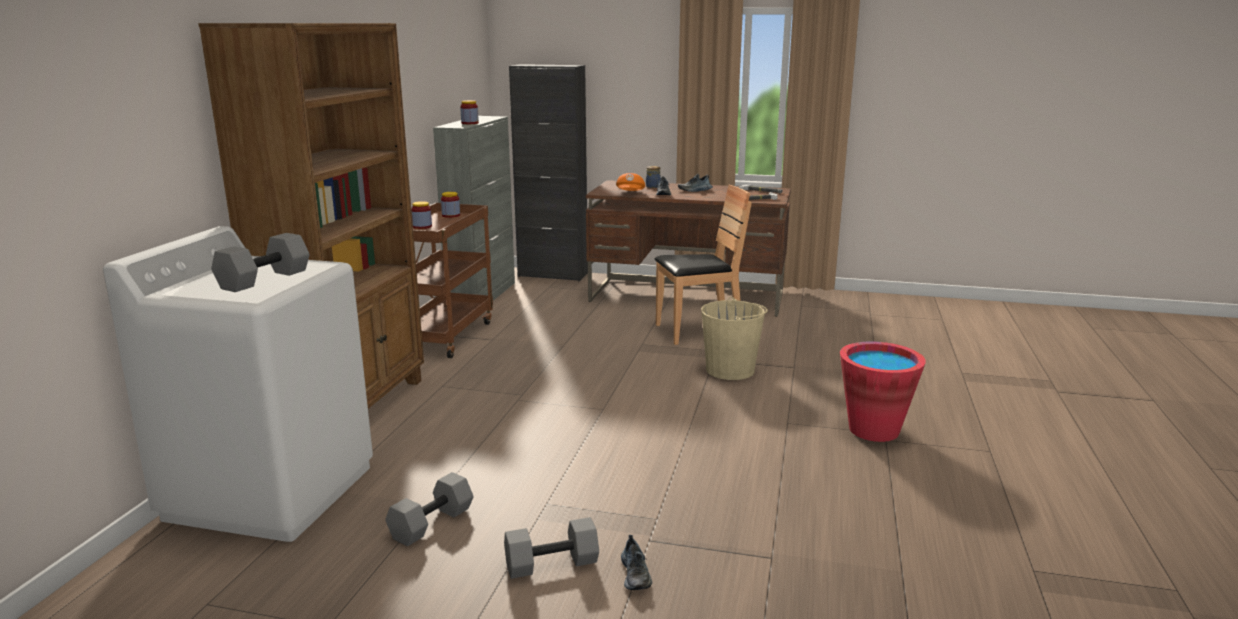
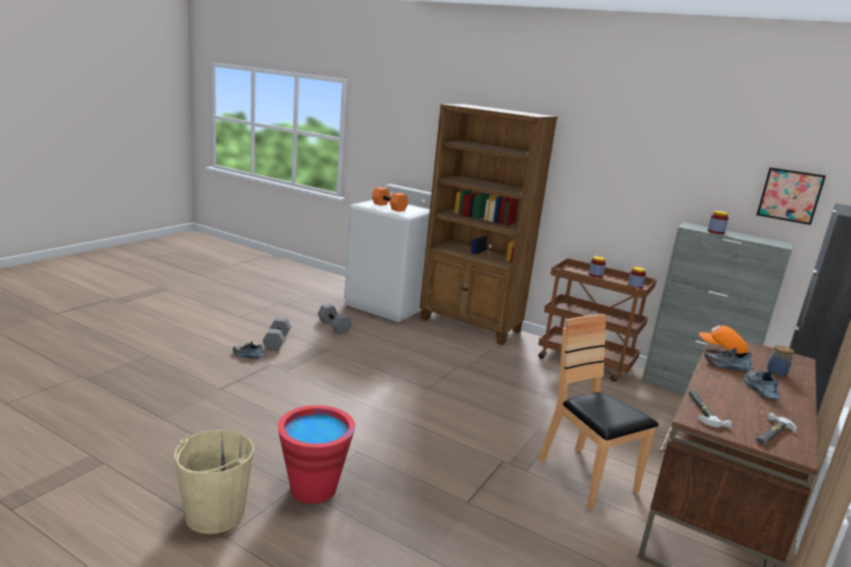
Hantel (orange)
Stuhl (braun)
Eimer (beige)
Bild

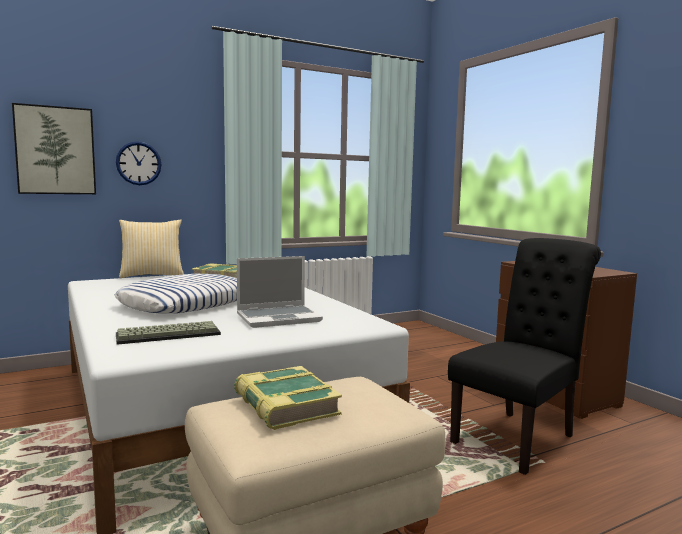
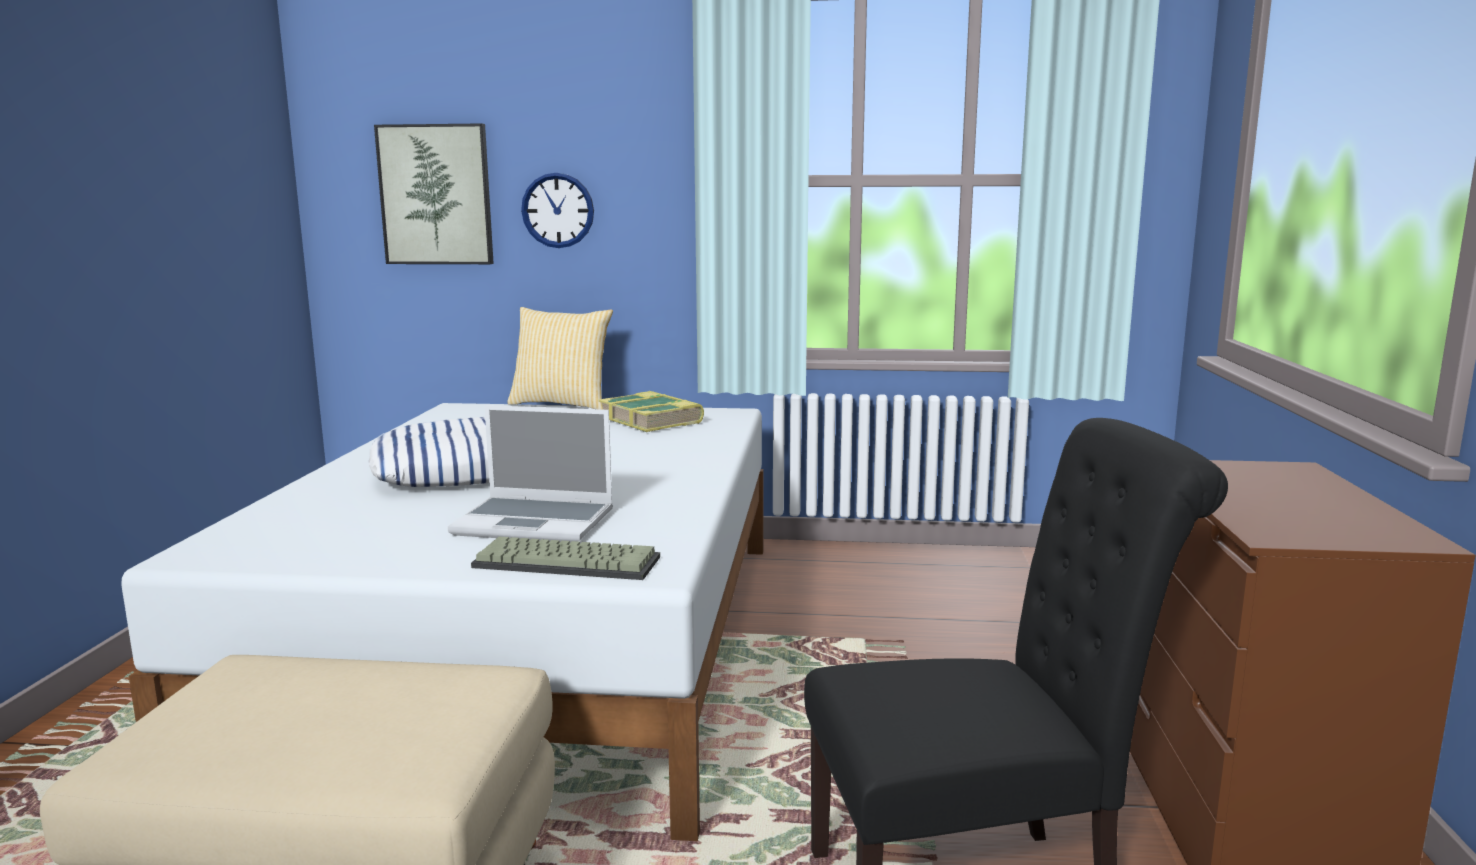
Tastatur
Buch (2nd from left in the first image)

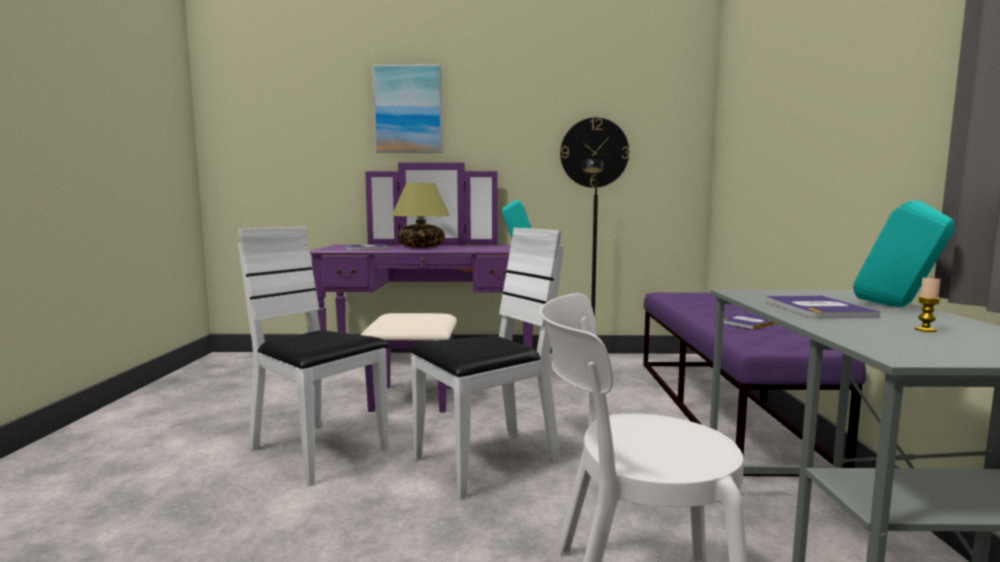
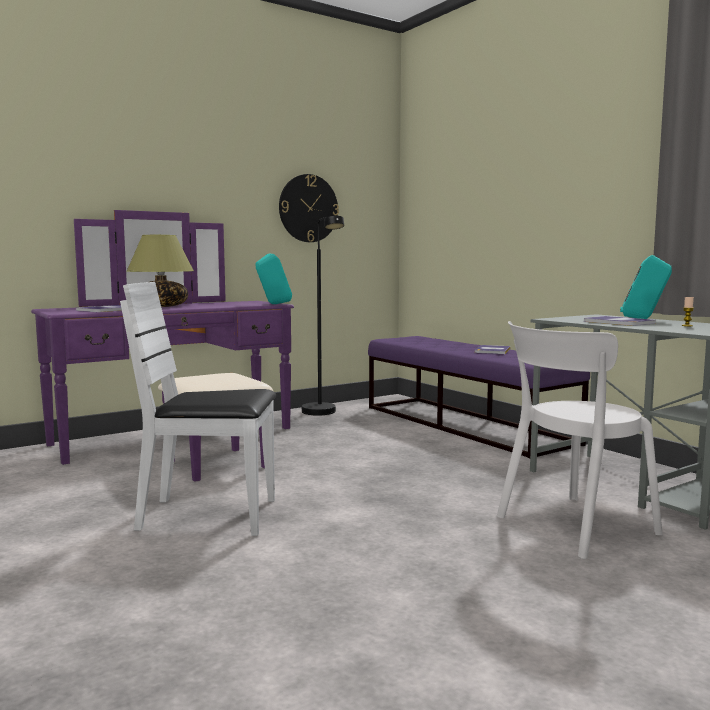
Bild
Stuhl (weiß) (2nd from left in the first image)

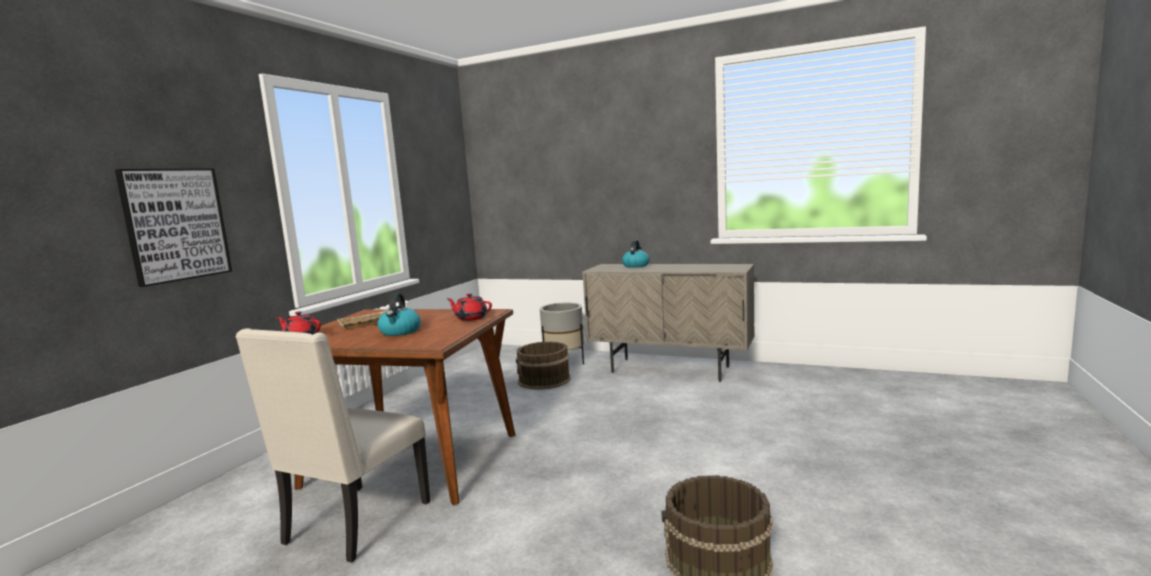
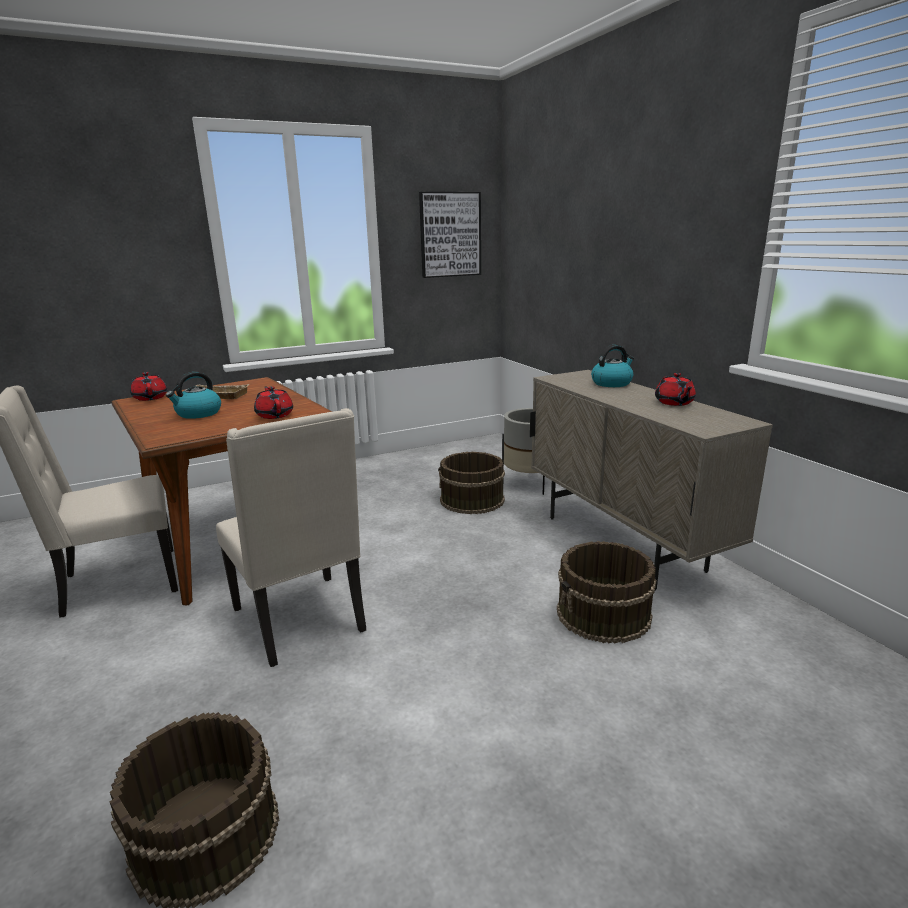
Bild
Stuhl (beige) (2nd from left)
Eimer (braun) (3rd from left)
Teekanne (rot) (3rd from left)

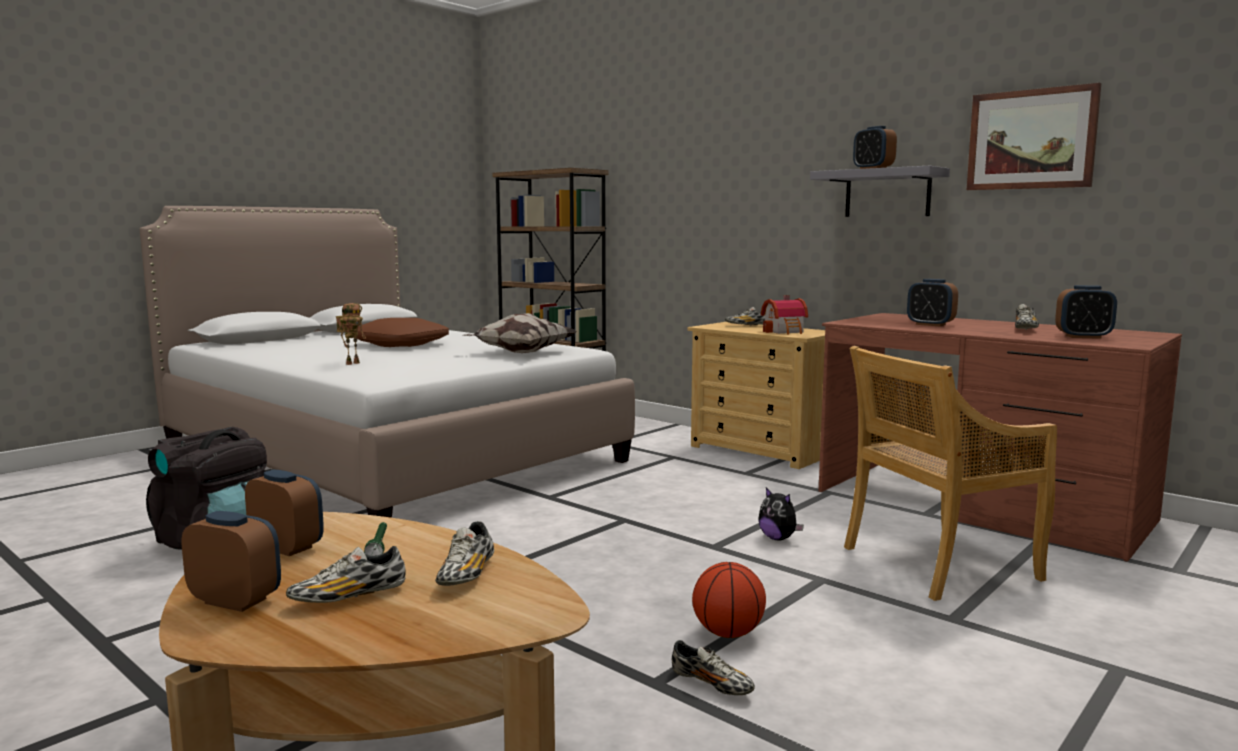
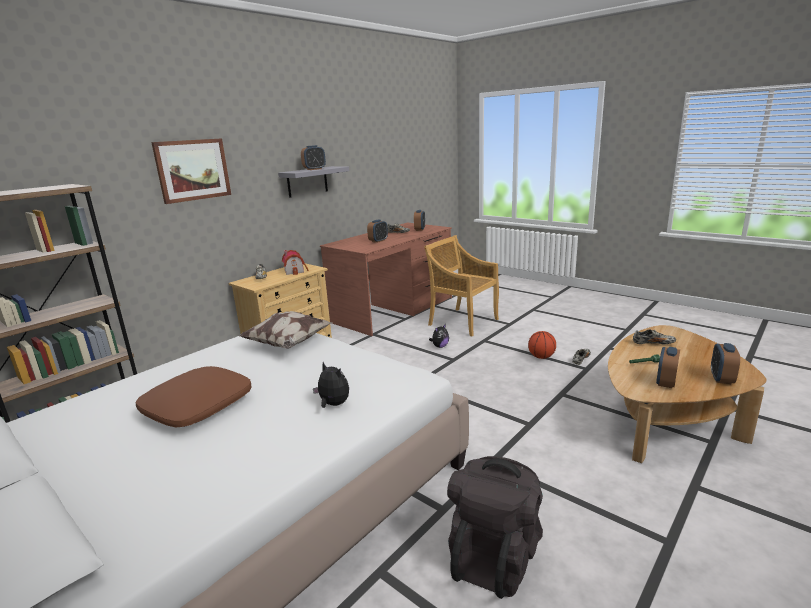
Schuh (1st from left in the first image)
Plüschtier (1st from left)
Stuhl (beige)
Bild

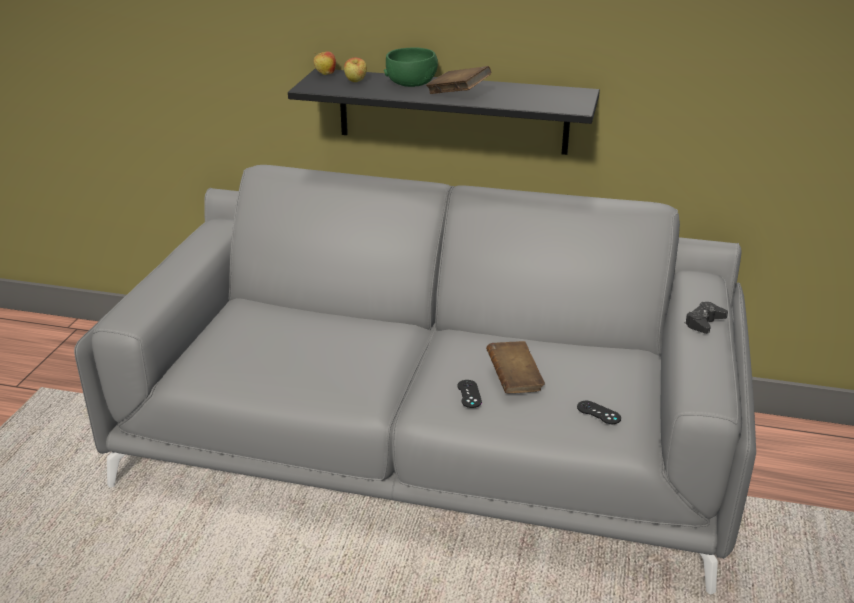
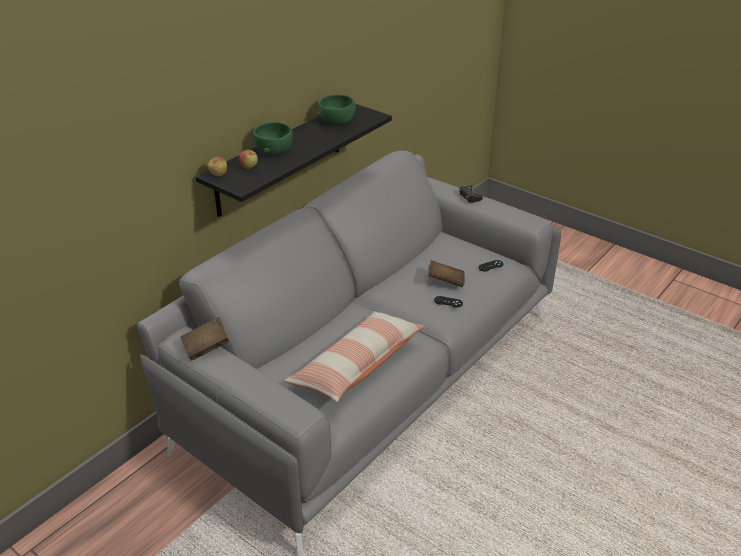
Buch (braun) (1st from left)
Kissen
Schüssel (grün) (2nd from left)

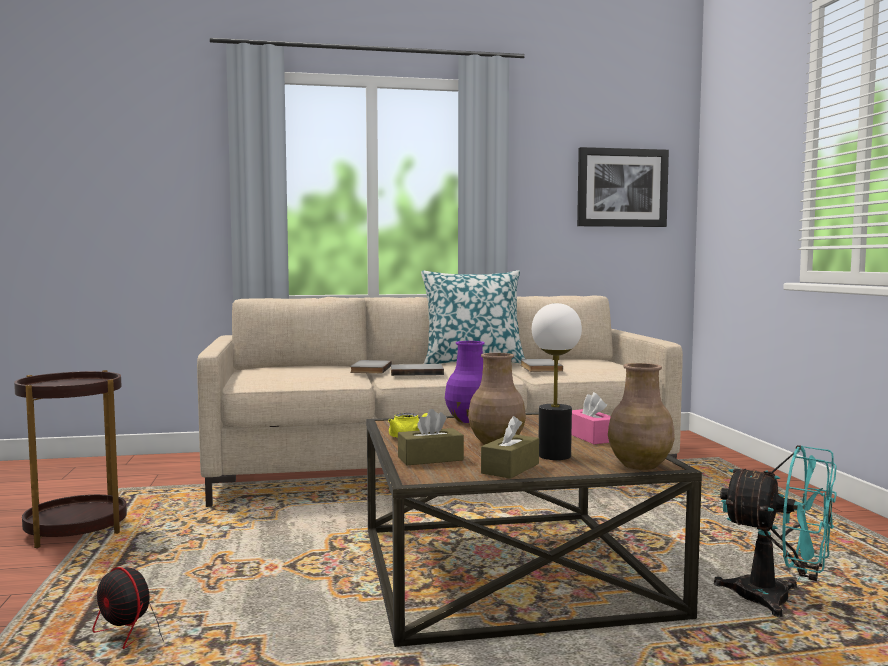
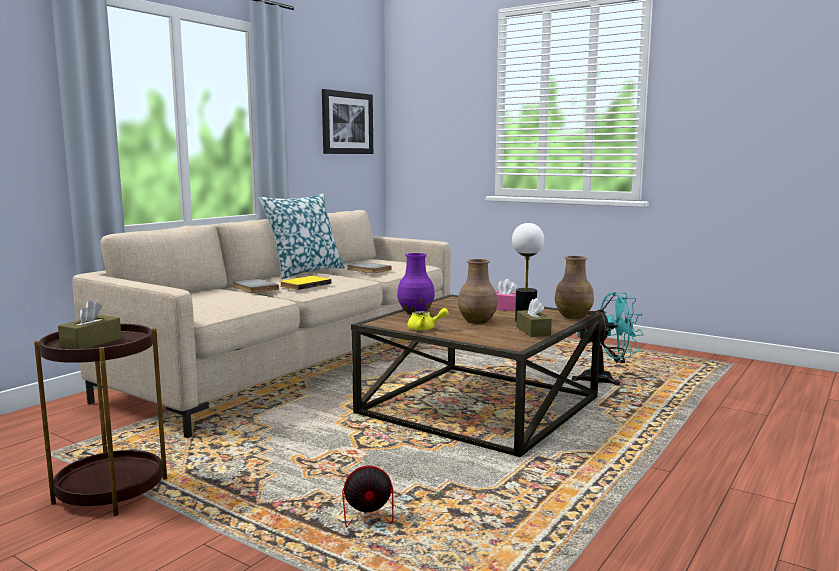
Buch (gelb)
Taschentuchbox (braun) (1st from left)

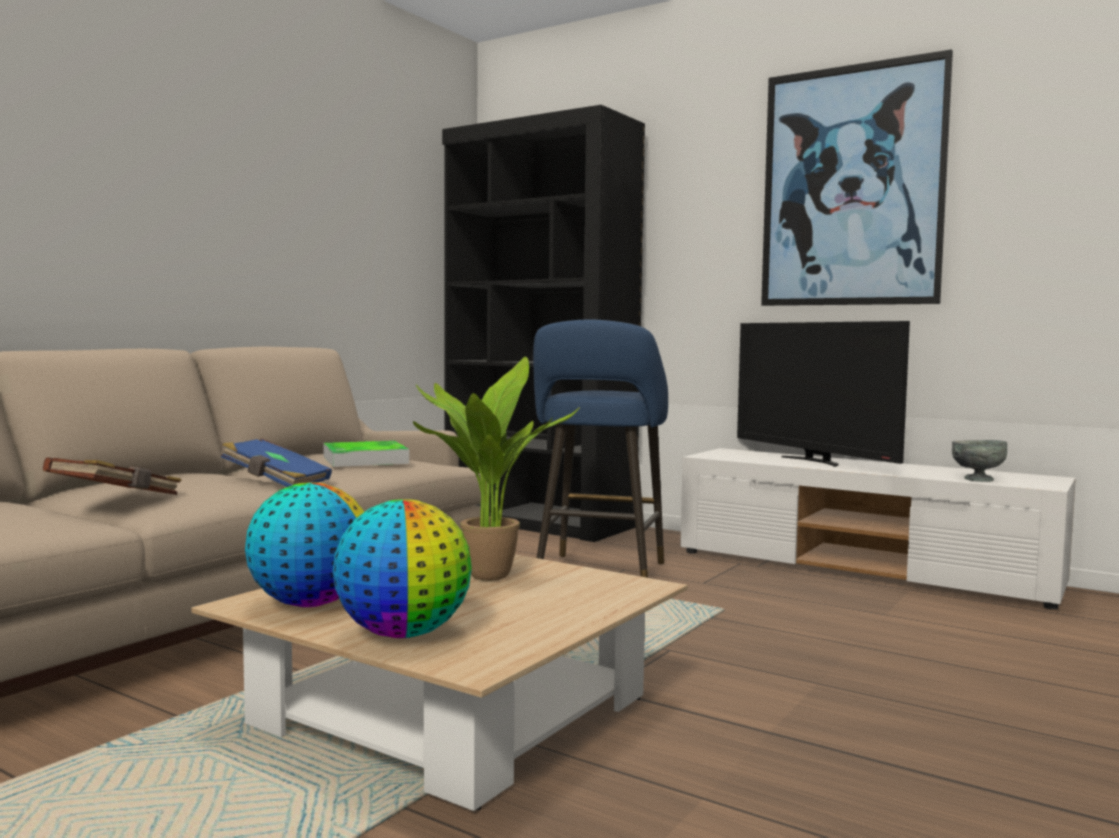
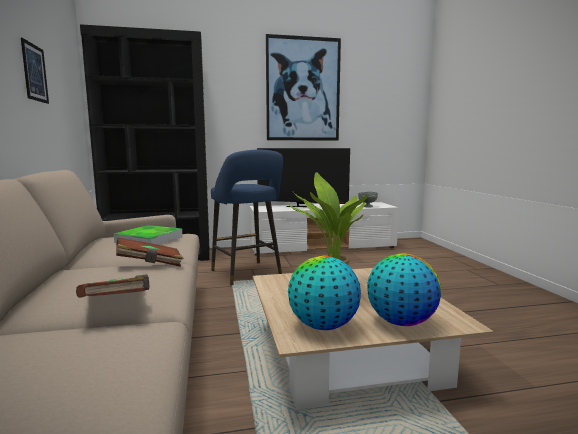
Buch (braun) (2nd from left)
Bild (1st from left)

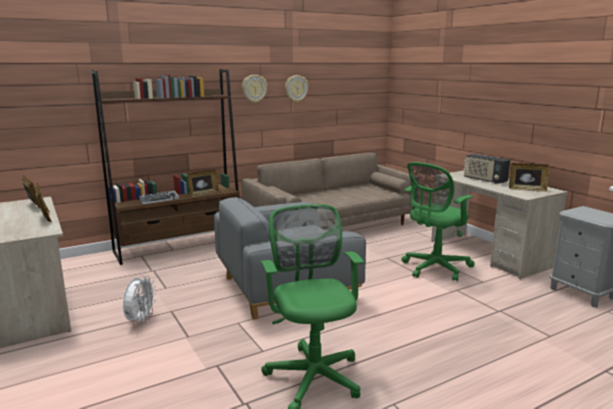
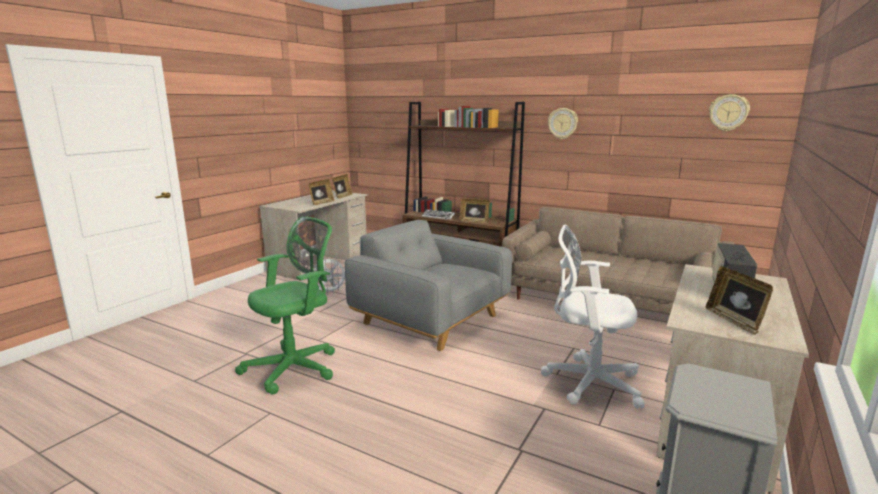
Wanduhr (2nd from left)
Bürostuhl (weiß)

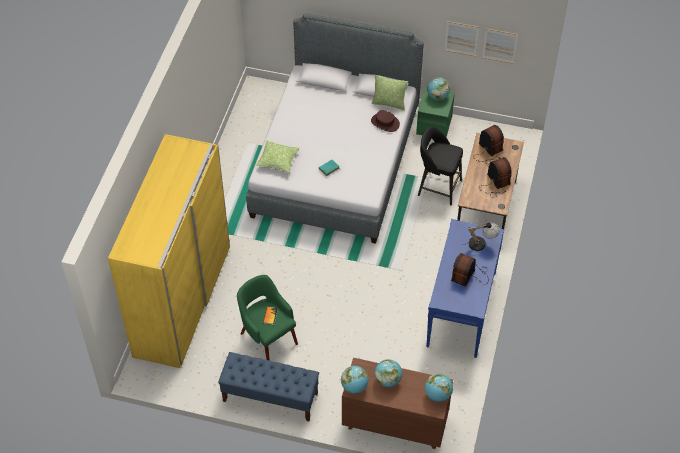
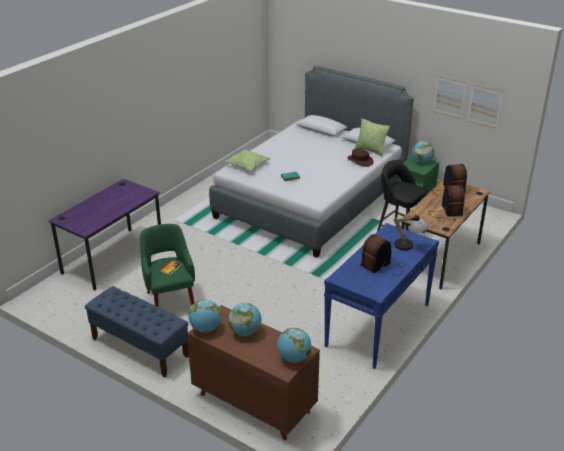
Schreibtisch (lila)

